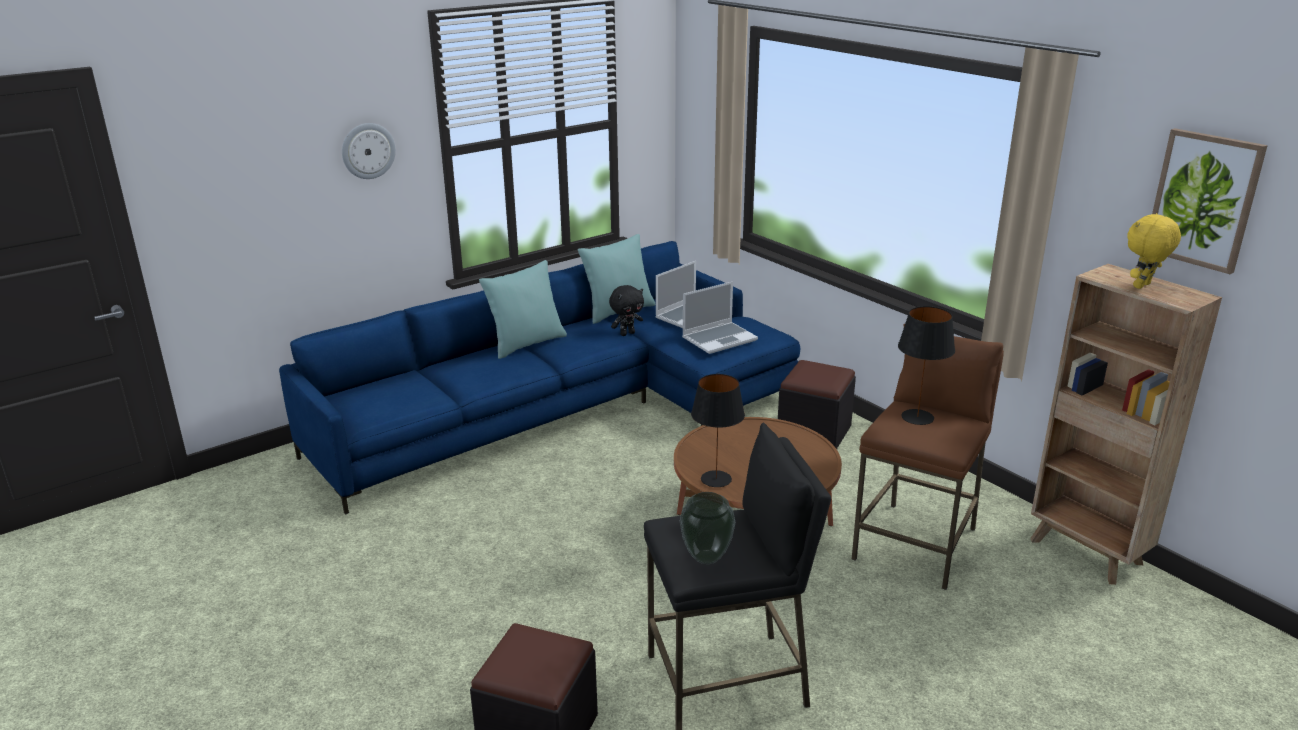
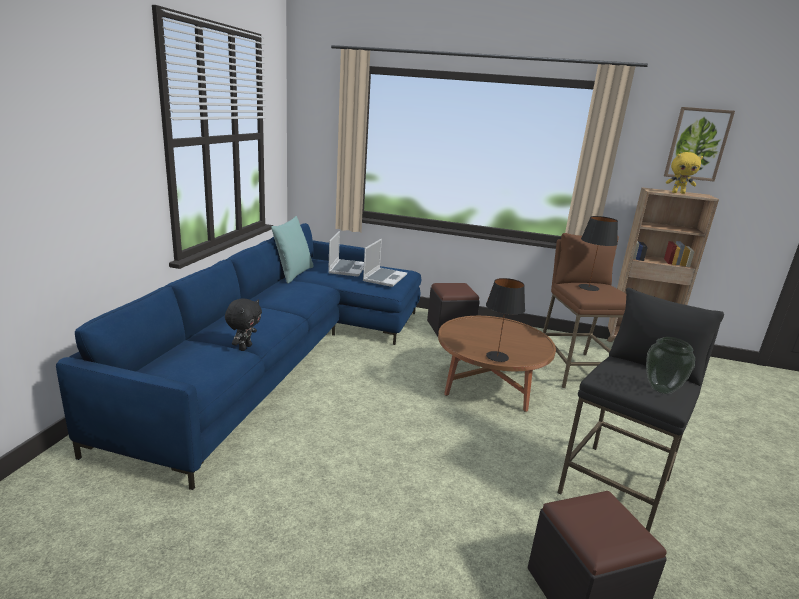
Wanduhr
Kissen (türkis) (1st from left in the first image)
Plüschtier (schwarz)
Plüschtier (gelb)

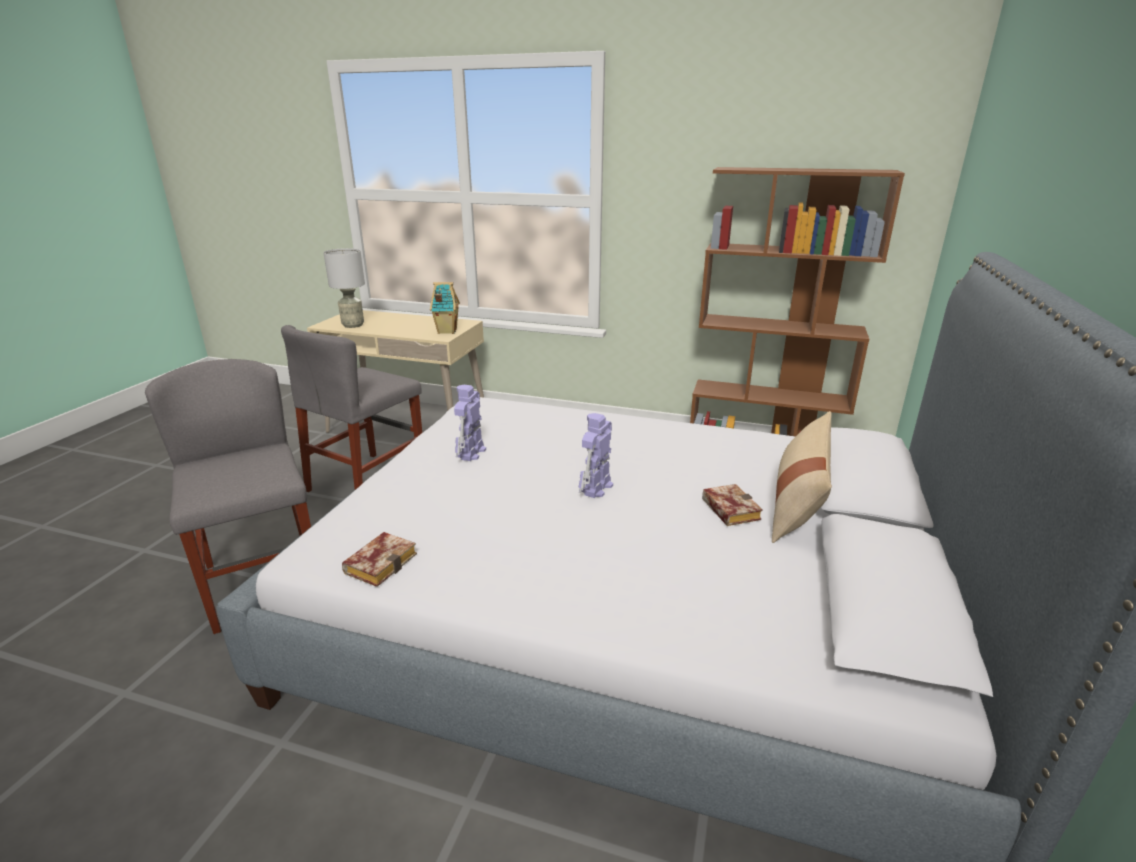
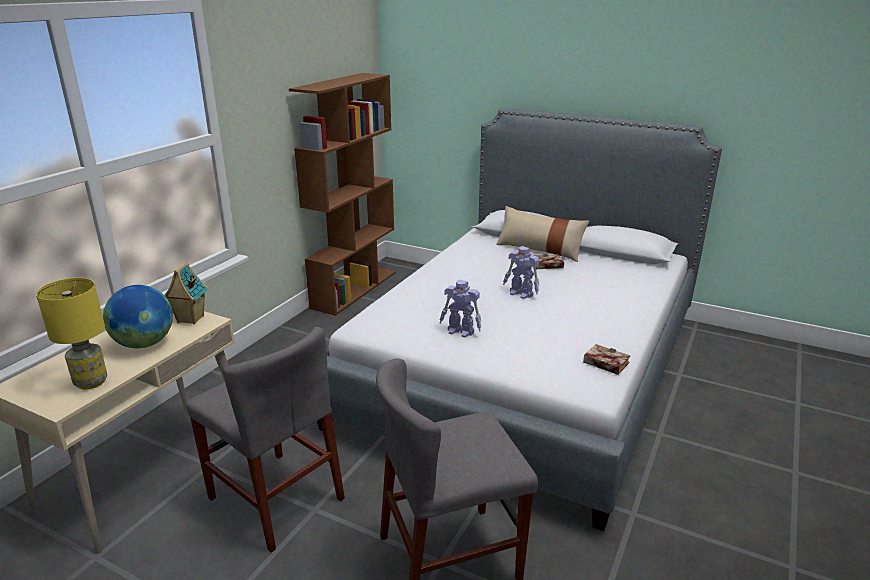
Tischlampe (gelb)
Globus

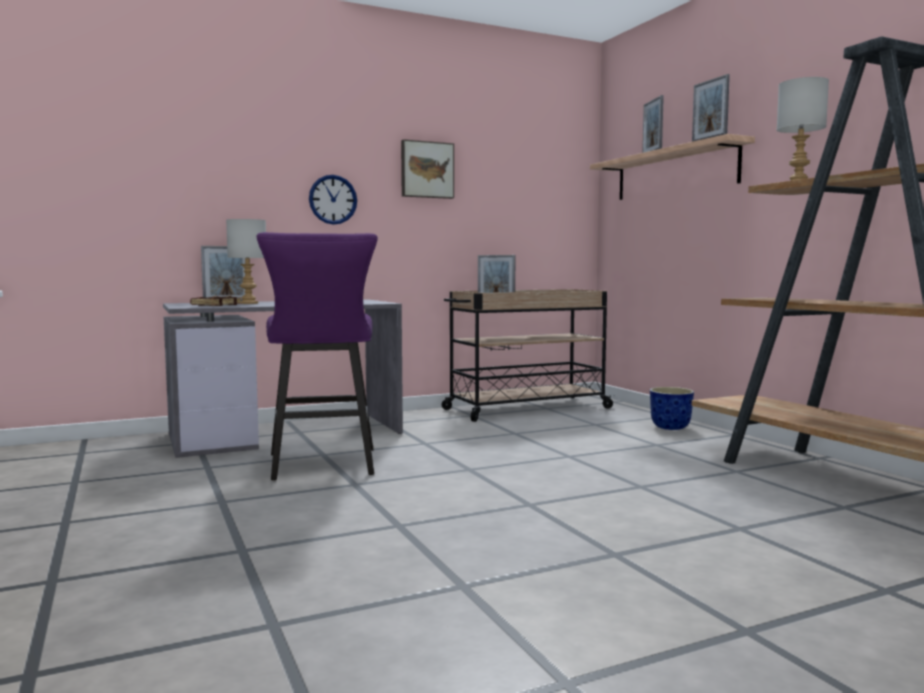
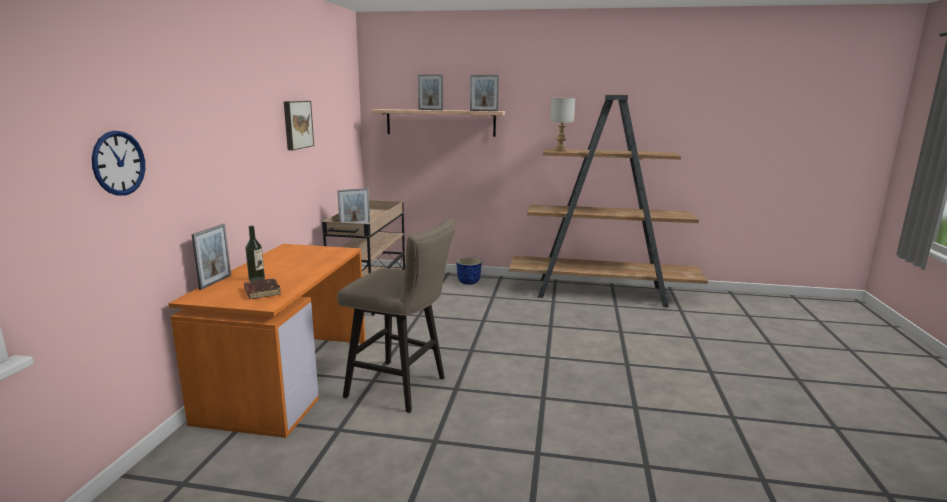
Schreibtisch (orange)
Flasche
Hocker (beige)
Wanduhr

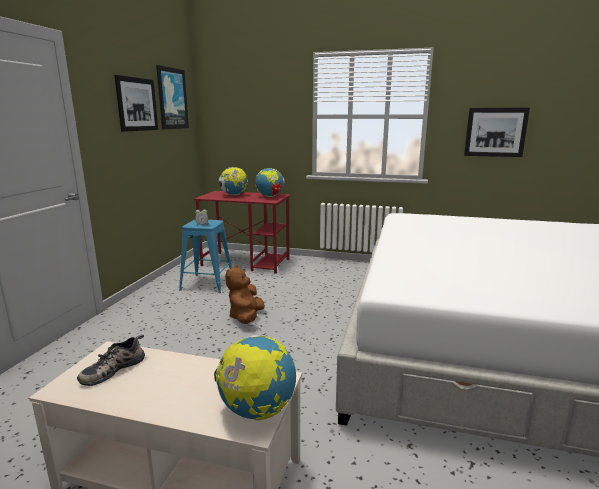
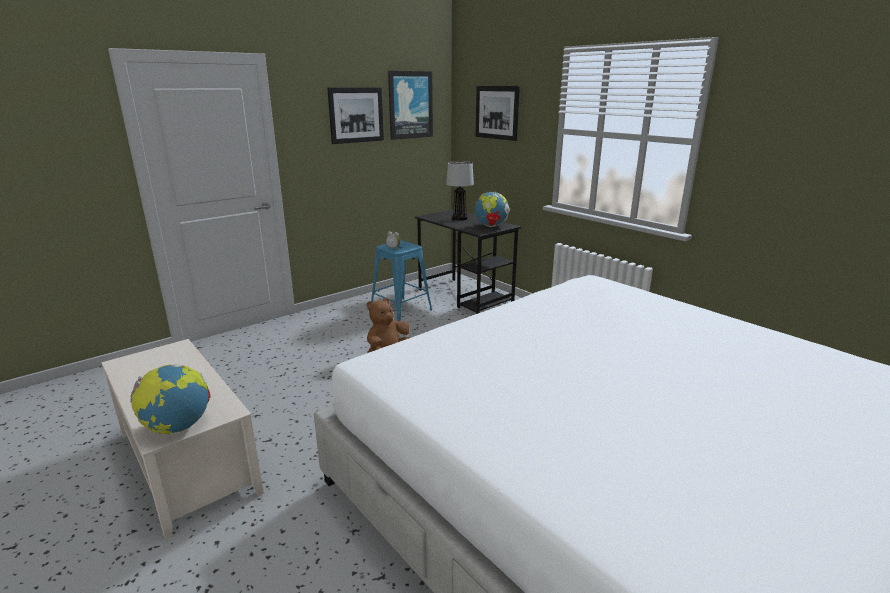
Schuh
Schreibtisch (schwarz)
Tischlampe
Bild (3rd from left)

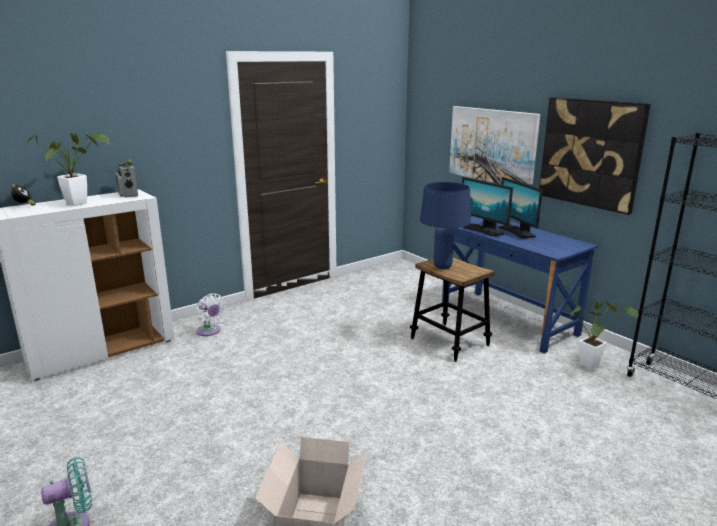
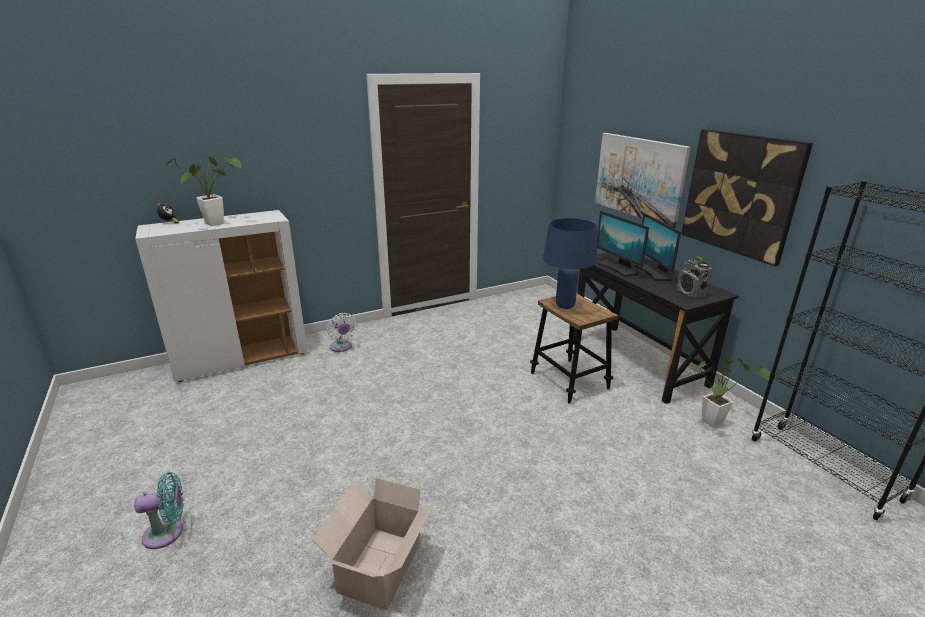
Radio
Schreibtisch (schwarz)

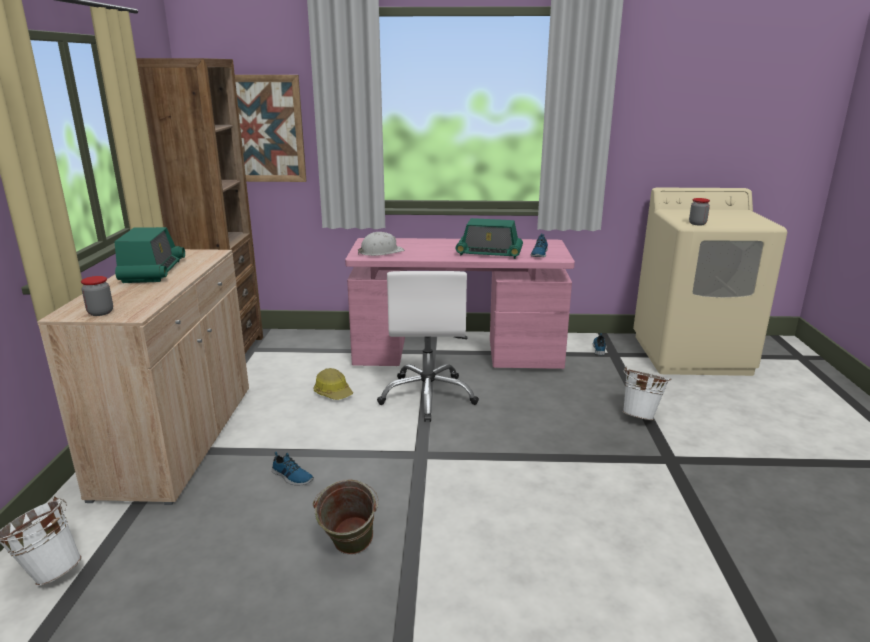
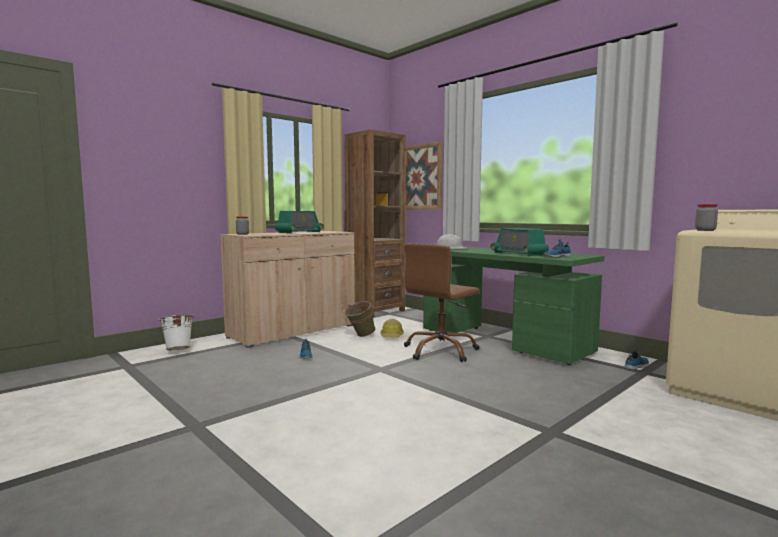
Eimer (grün)
Schreibtisch (grün)
Bürostuhl (braun)
Eimer (weiß) (2nd from left in the first image)

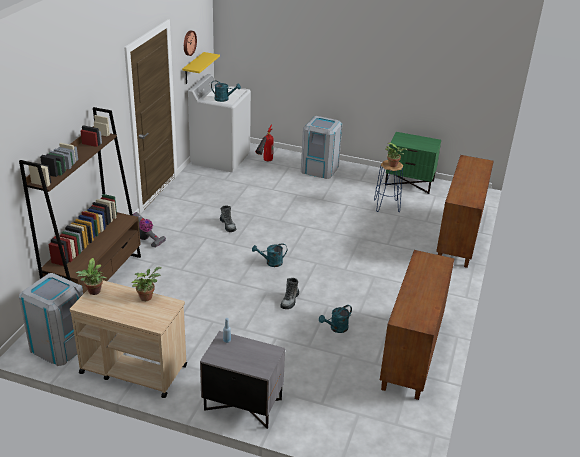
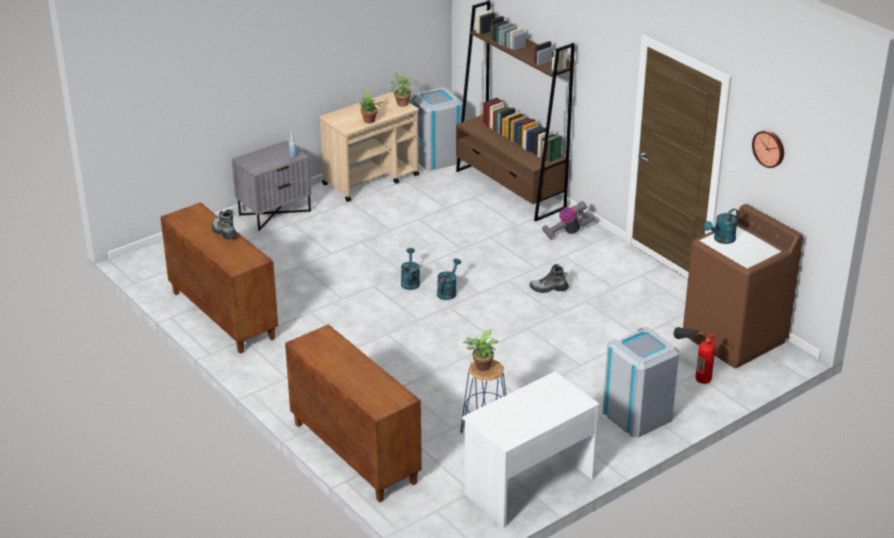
Wandregal (gelb)
Waschmaschine (braun)
Stiefel (1st from left)
Gießkanne (türkis) (1st from left)
Schreibtisch (weiß)

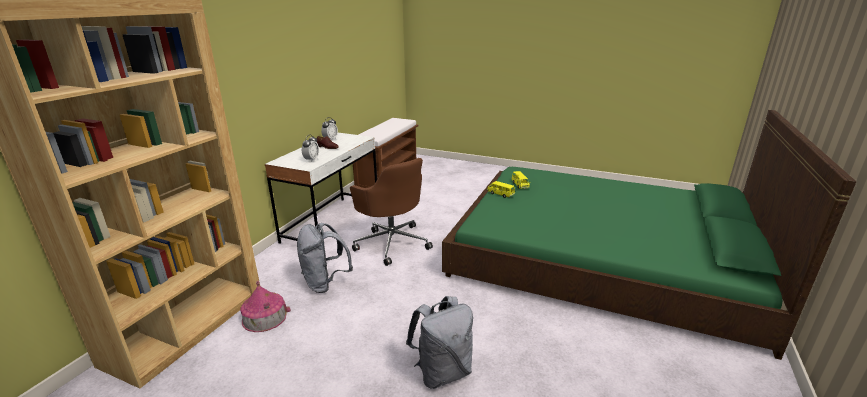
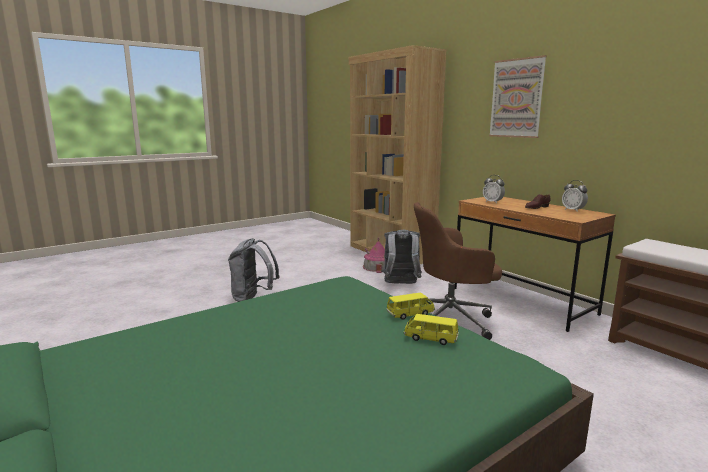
Schreibtisch (braun)
Bild

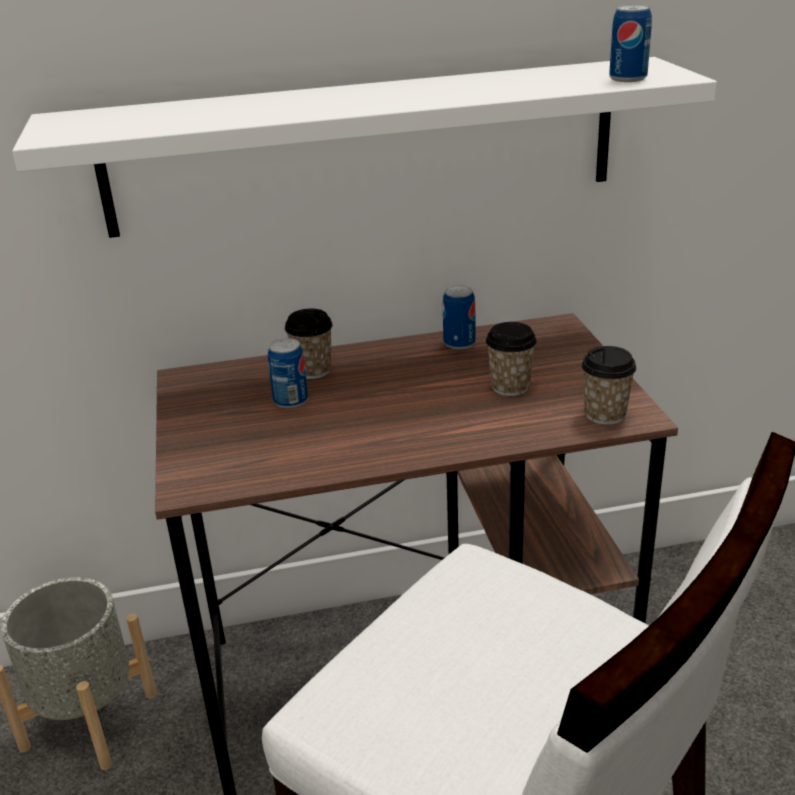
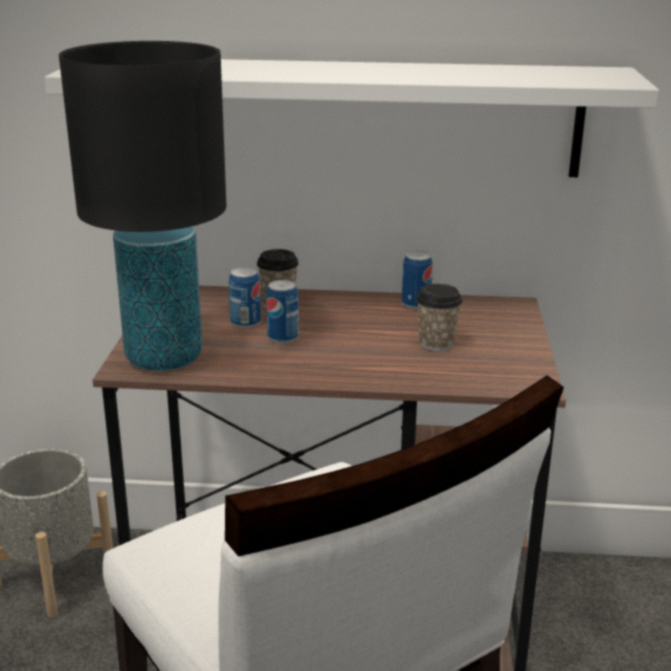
Tasse (3rd from left in the first image)
Dose (2nd from left)
Tischlampe (schwarz)

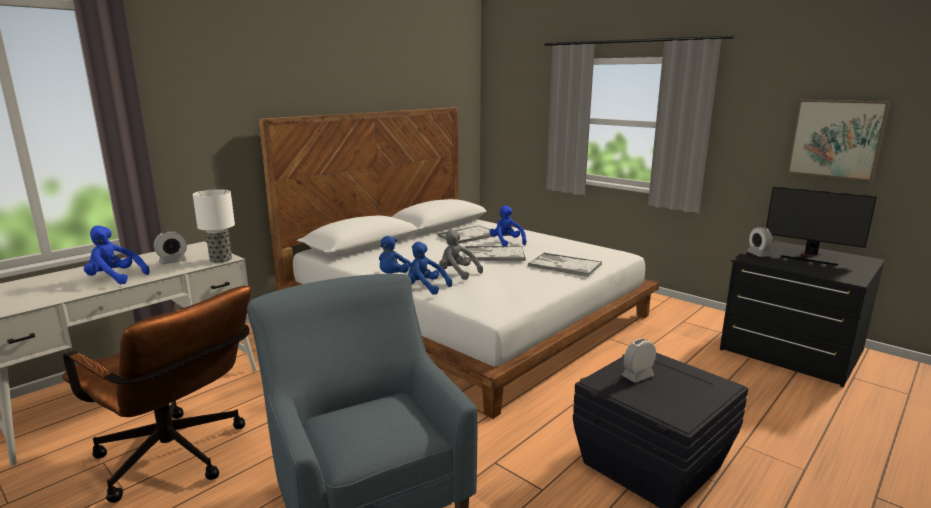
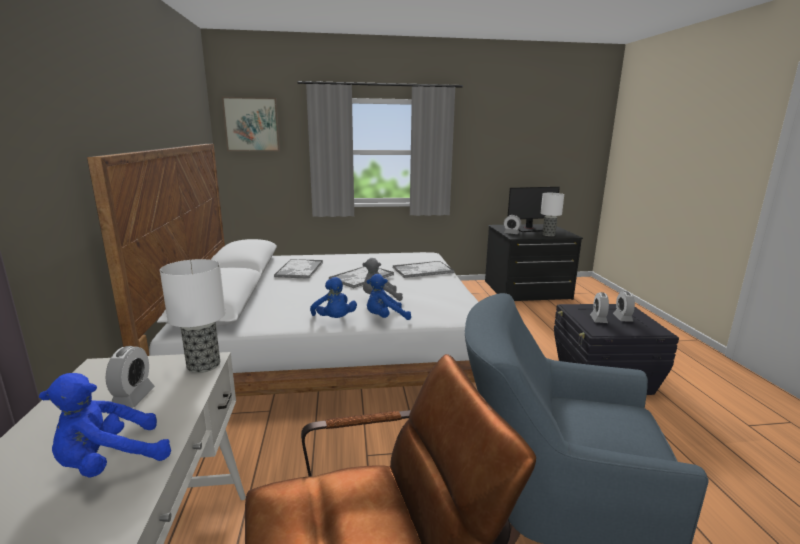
Plüschtier (blau) (4th from left in the first image)
Bild
Tischlampe (2nd from left)
Wecker (4th from left)

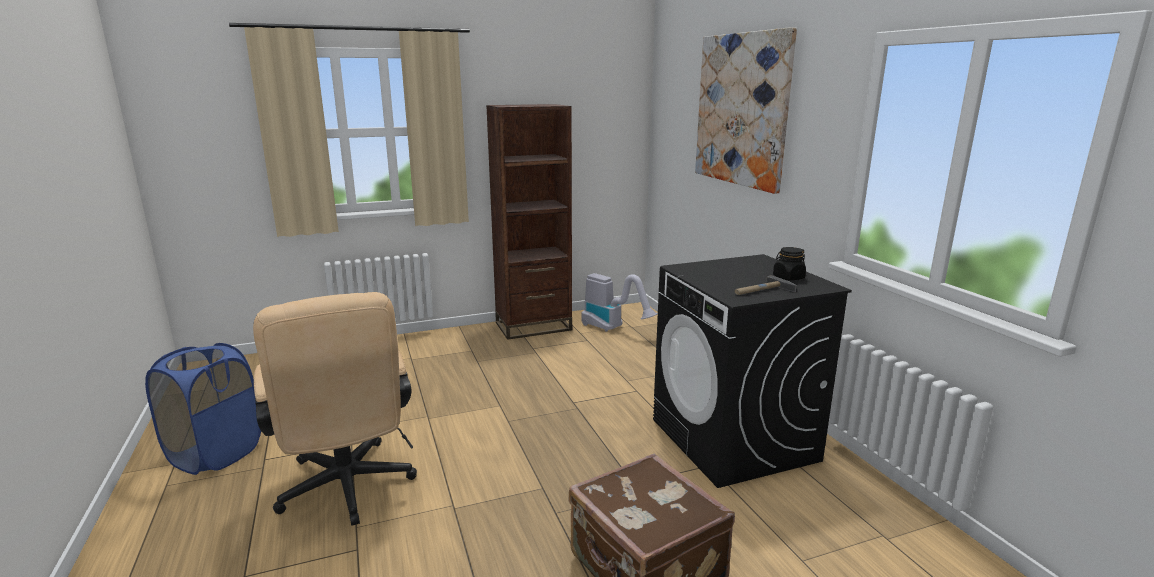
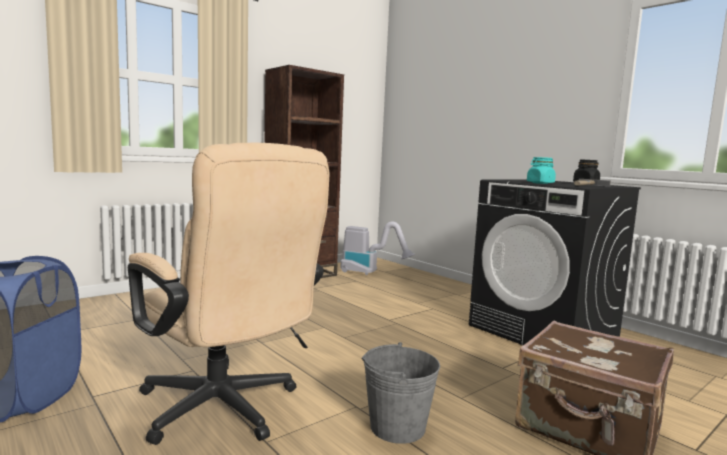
Bild
Eimer (grau)
Vorratsglas (türkis)

